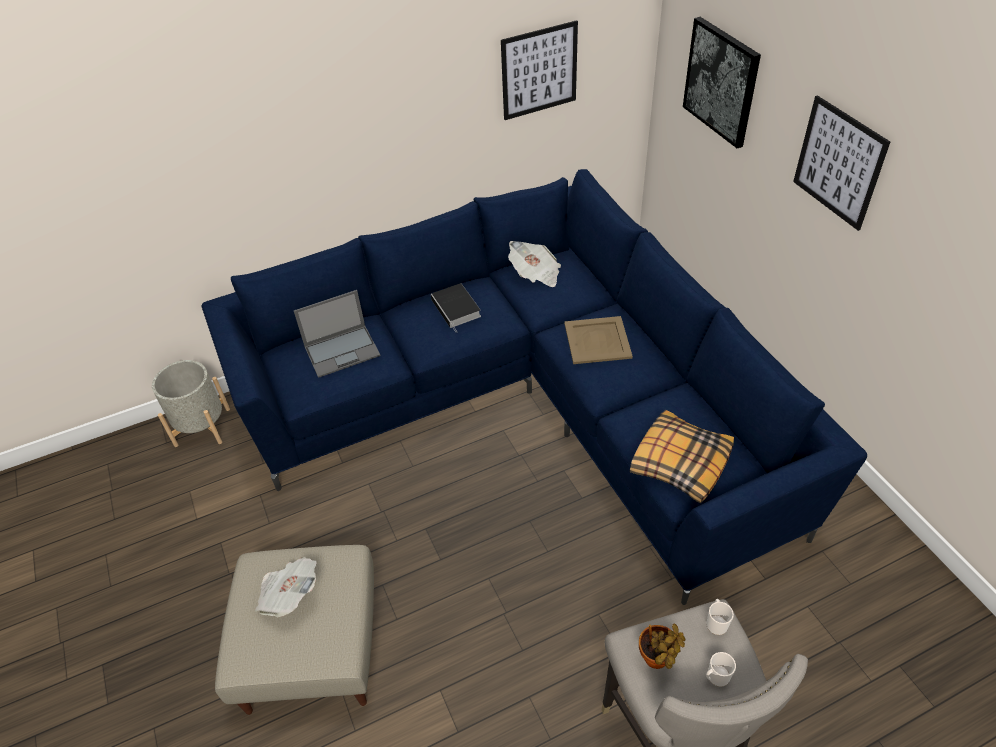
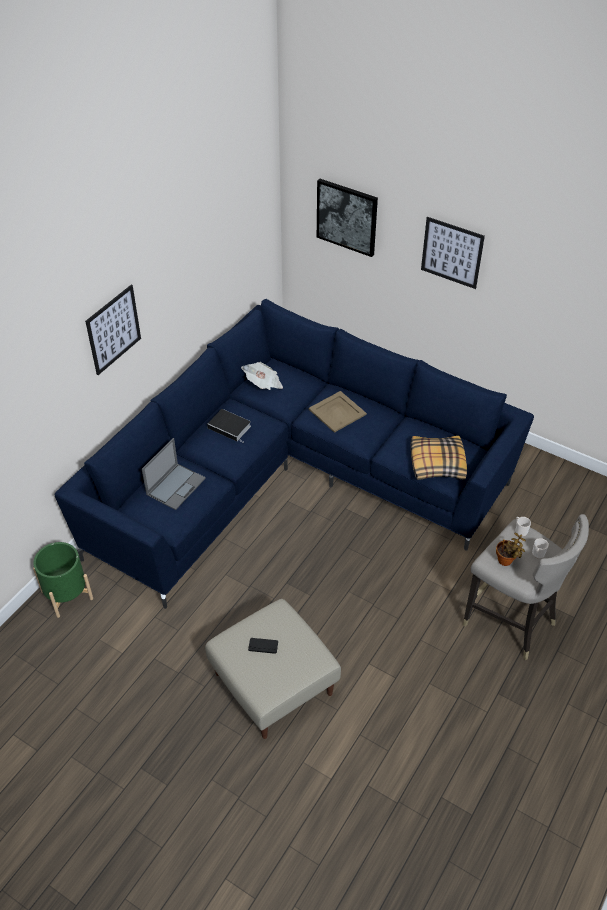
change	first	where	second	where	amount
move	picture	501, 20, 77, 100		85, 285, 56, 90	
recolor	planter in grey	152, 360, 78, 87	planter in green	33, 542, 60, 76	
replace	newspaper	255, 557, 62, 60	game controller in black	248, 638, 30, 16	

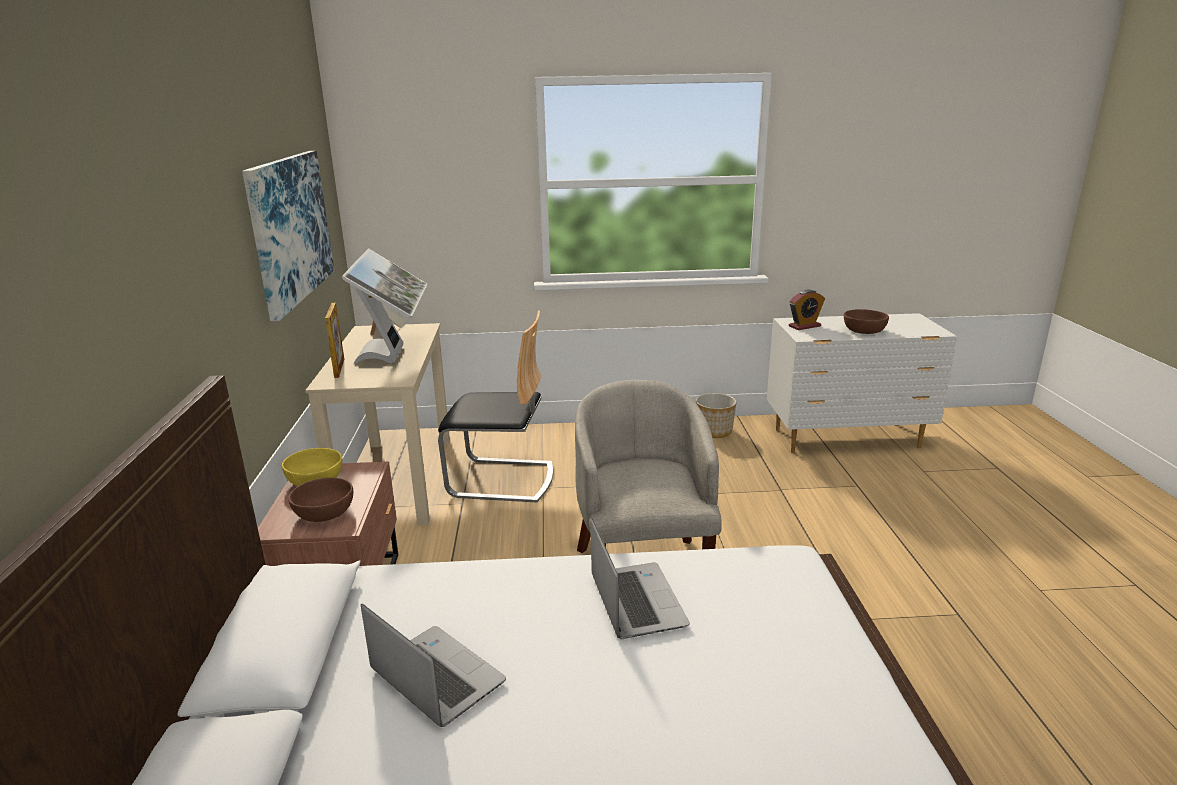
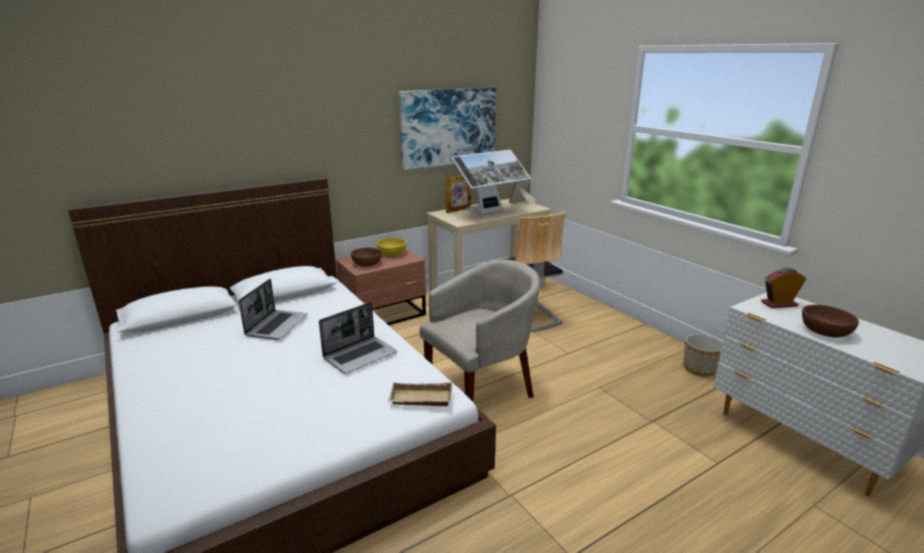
change	first	where	second	where	amount
rotate	alarm clock	789, 290, 36, 40		761, 268, 45, 40	135 degrees clockwise
insert			tray in beige	388, 382, 65, 24	

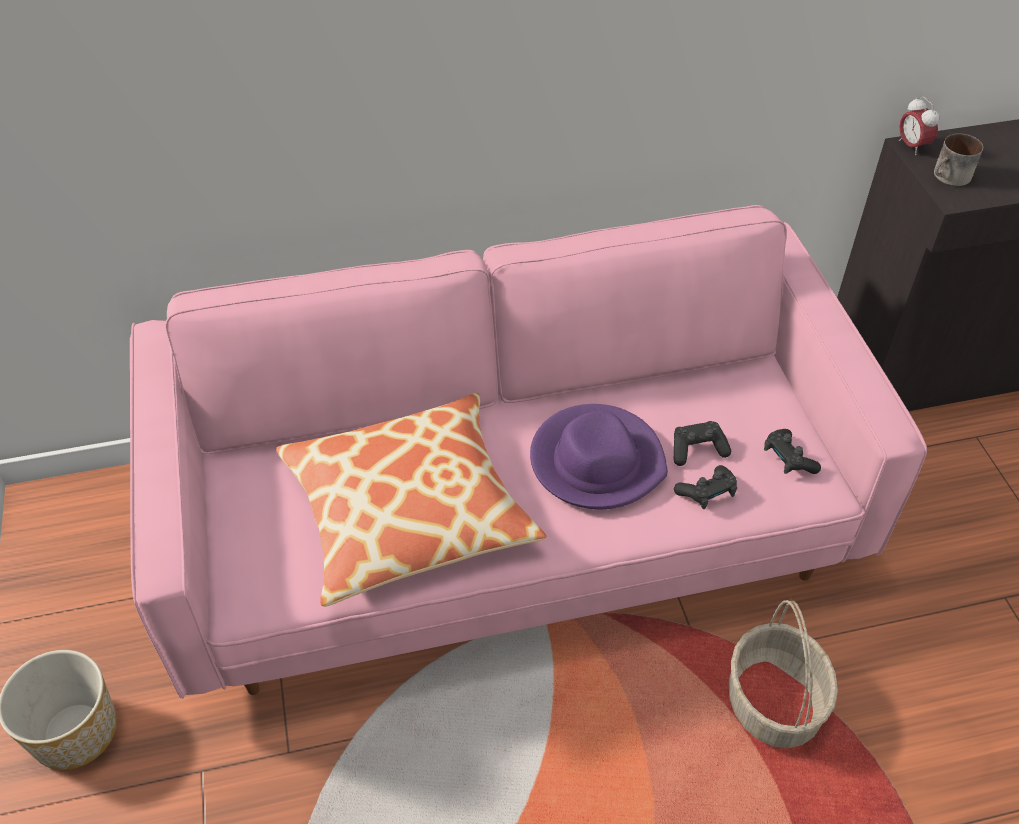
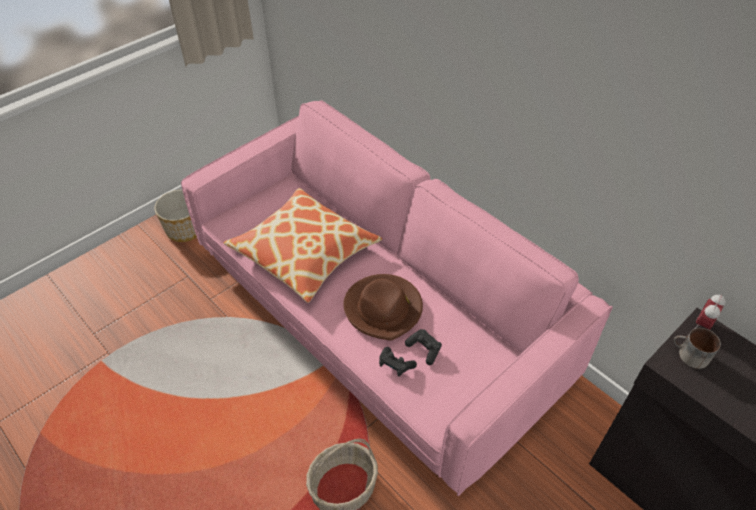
change	first	where	second	where	amount
recolor	hat in purple	530, 404, 138, 105	hat in brown	343, 274, 80, 66	
delete	game controller in black	764, 429, 57, 45			

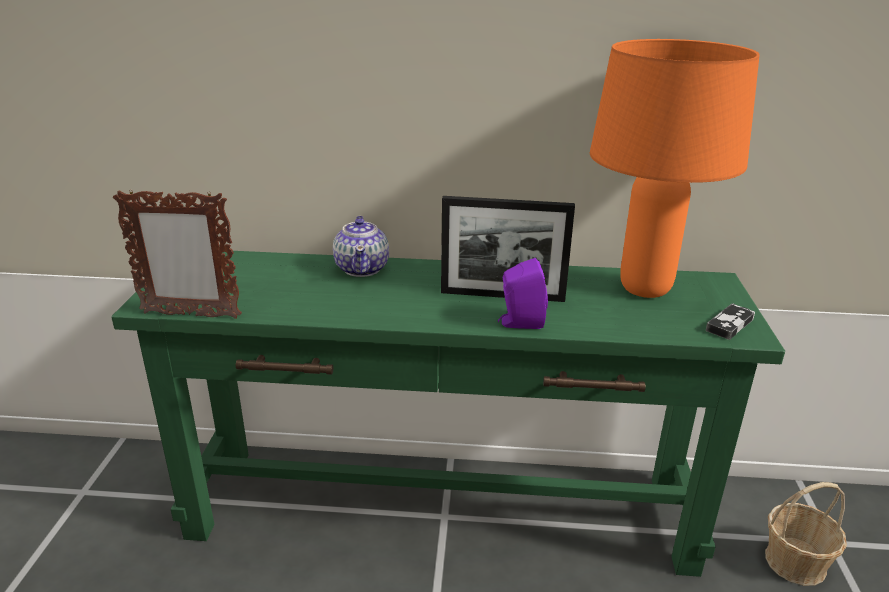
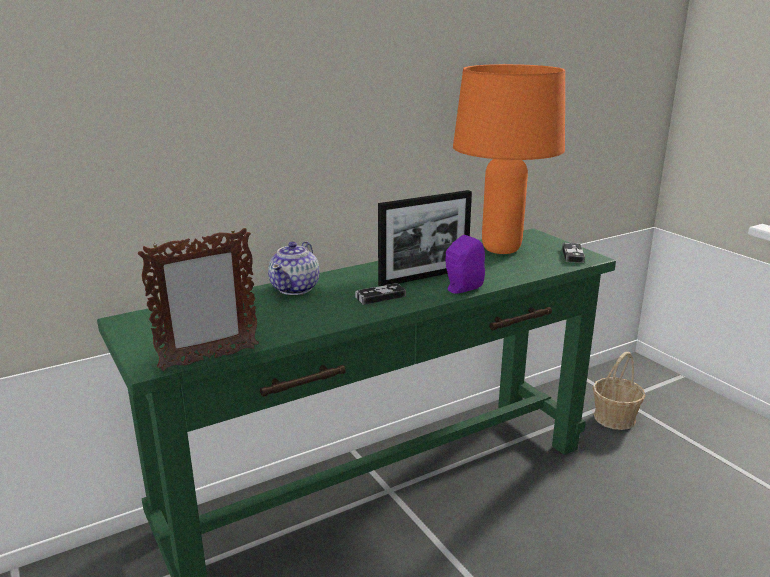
change	first	where	second	where	amount
rotate	teapot	333, 216, 56, 61		268, 241, 51, 54	60 degrees clockwise
insert			game controller	355, 283, 51, 22	

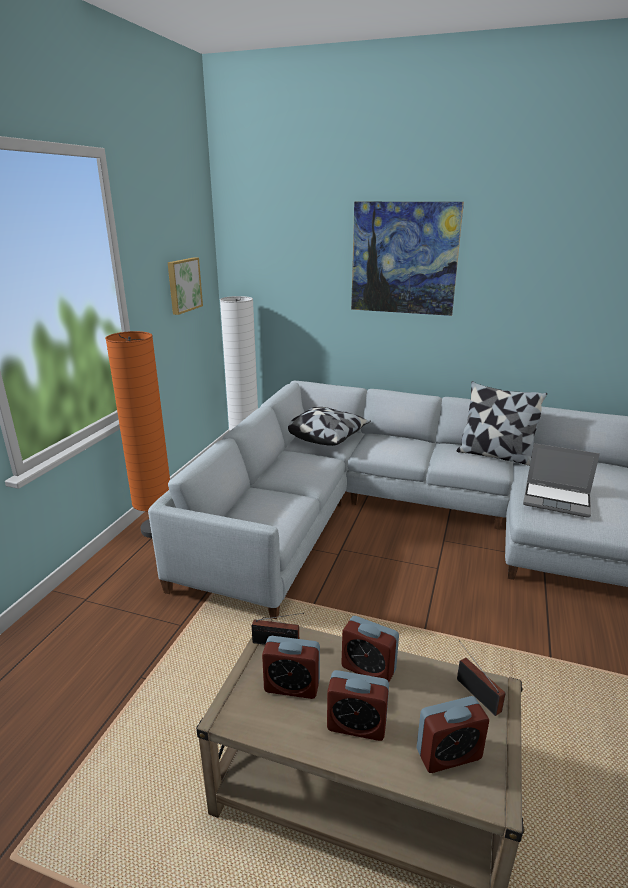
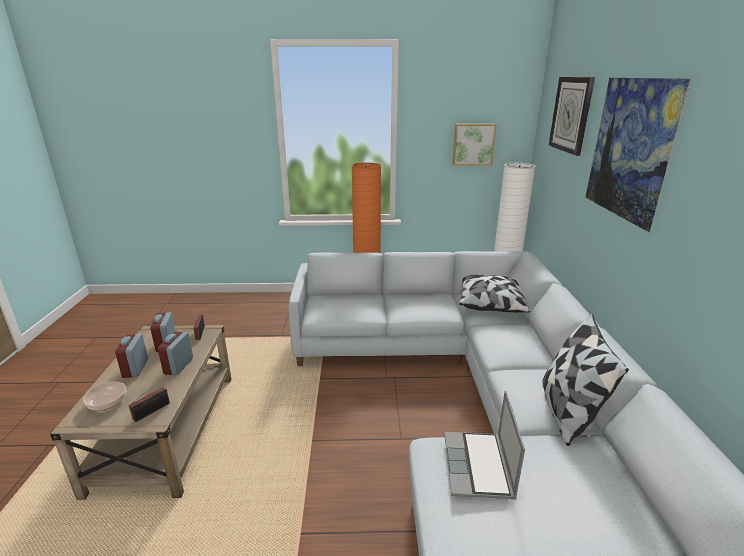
change	first	where	second	where	amount
replace	alarm clock	417, 696, 72, 77	bowl	83, 382, 43, 29	
insert			wall clock	549, 77, 46, 79	

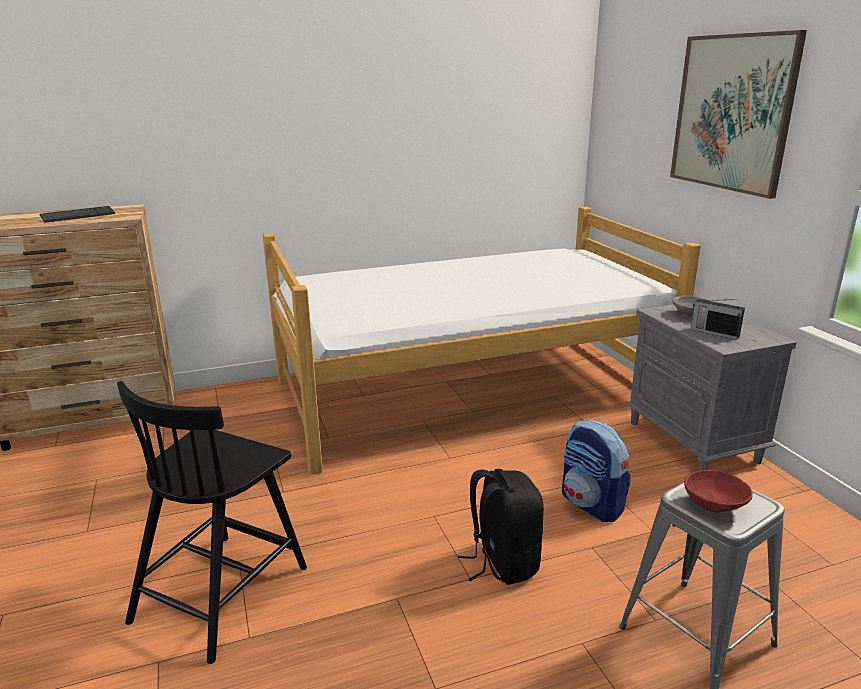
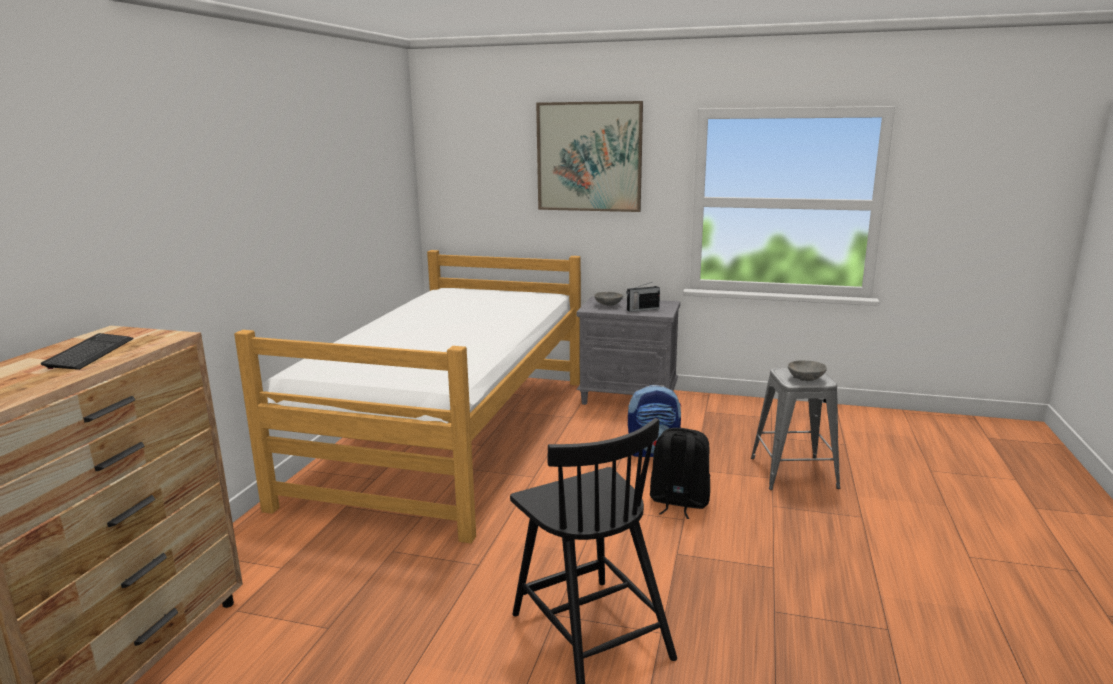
change	first	where	second	where	amount
recolor	bowl in red	684, 470, 69, 43	bowl in grey	788, 360, 39, 21	

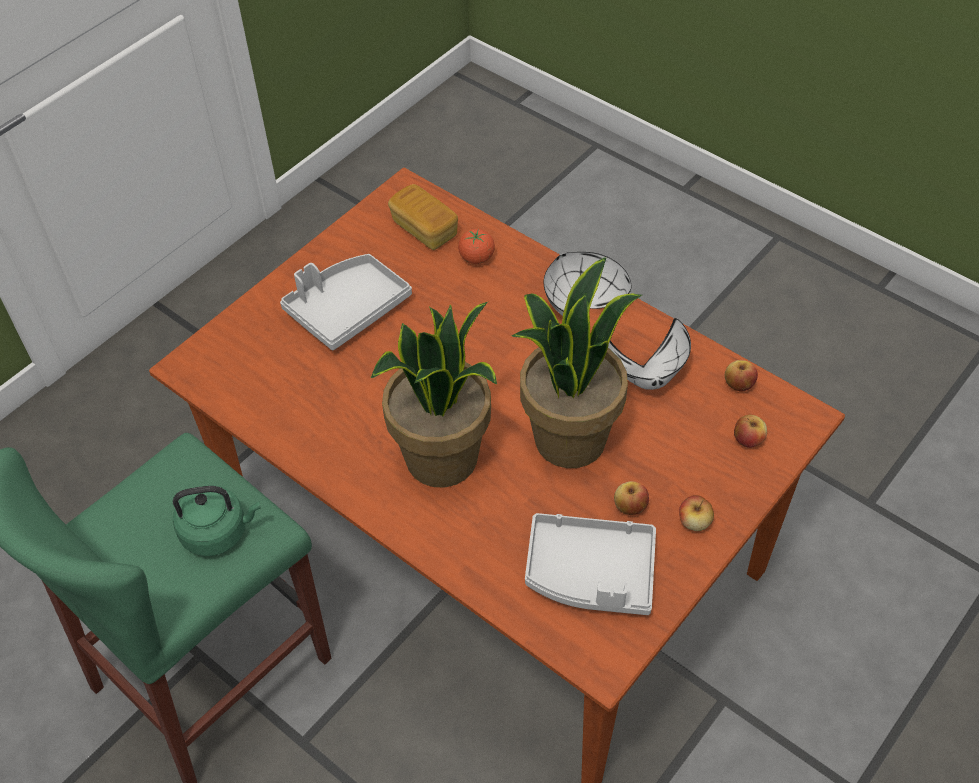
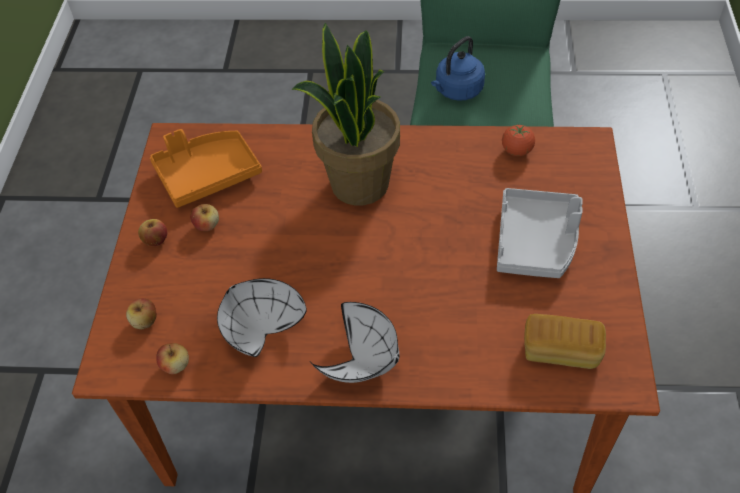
change	first	where	second	where	amount
move	tomato	458, 229, 37, 35		502, 125, 33, 31	
delete	potted plant	512, 257, 130, 211			
recolor	kettle in green	173, 485, 88, 71	kettle in blue	431, 36, 54, 65	
recolor	tray in grey	525, 513, 131, 102	tray in orange	150, 129, 112, 79	

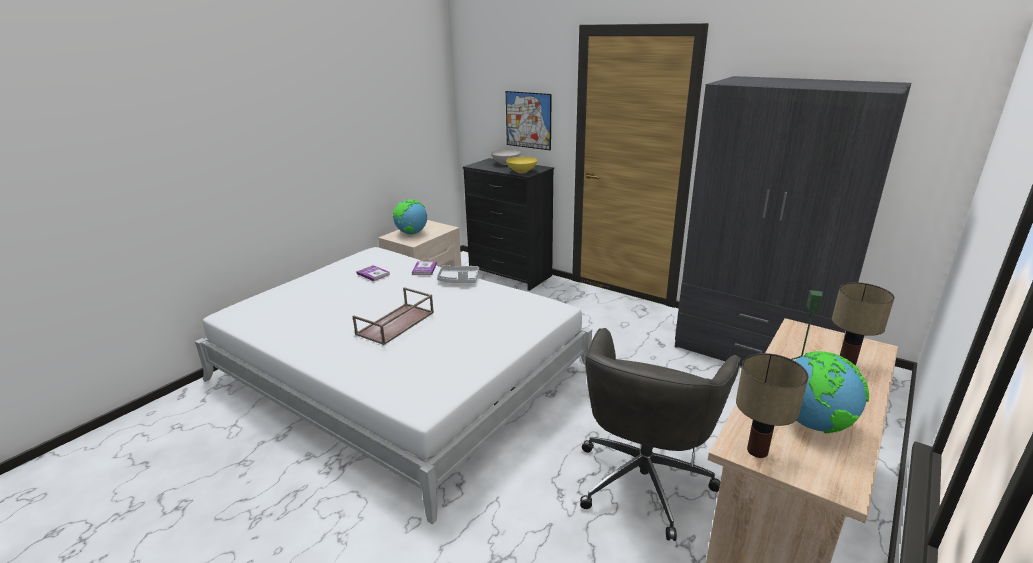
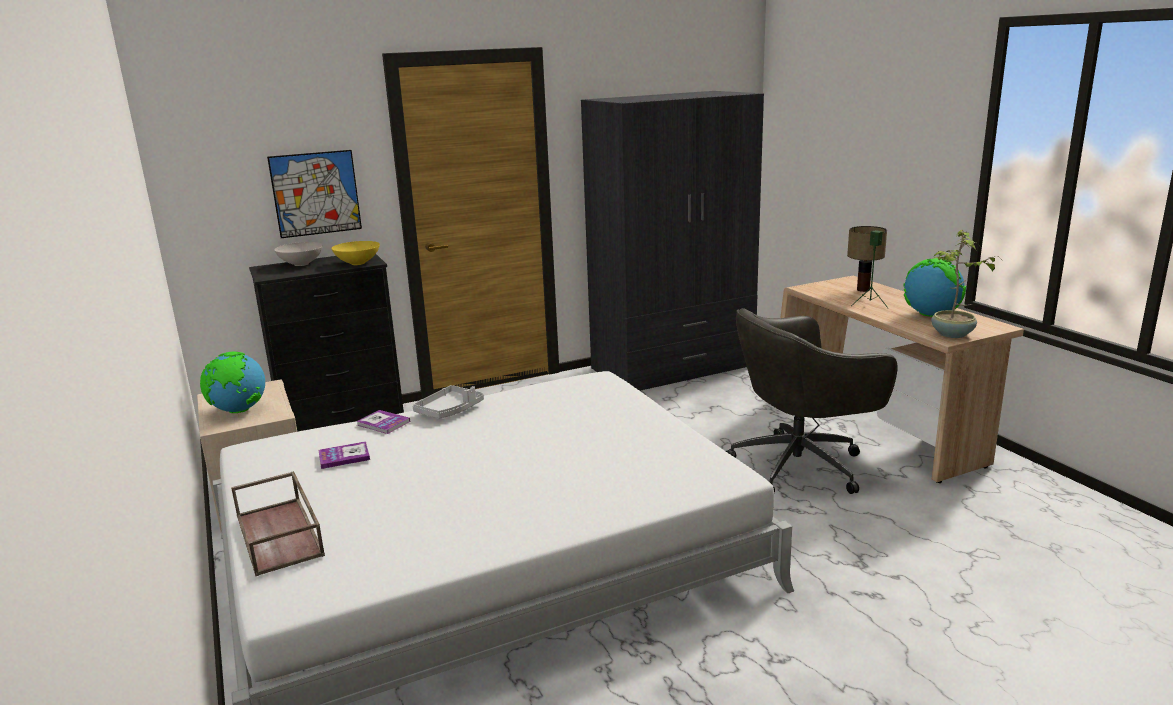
change	first	where	second	where	amount
move	tray in brown	353, 287, 81, 58		231, 471, 94, 105	
rotate	office chair in grey	580, 328, 161, 213		726, 308, 172, 186	105 degrees clockwise
replace	table lamp	736, 353, 72, 105	potted plant	931, 230, 71, 108	

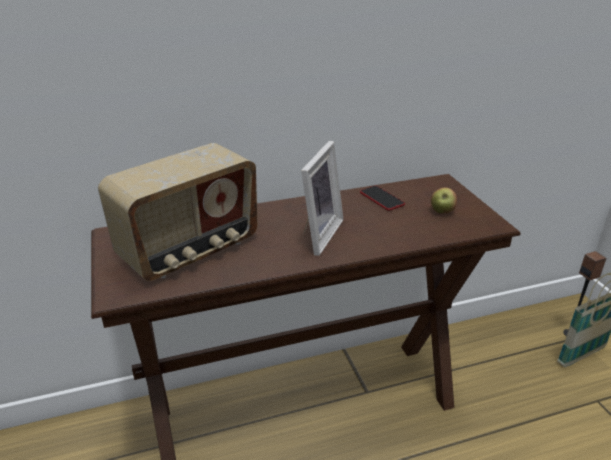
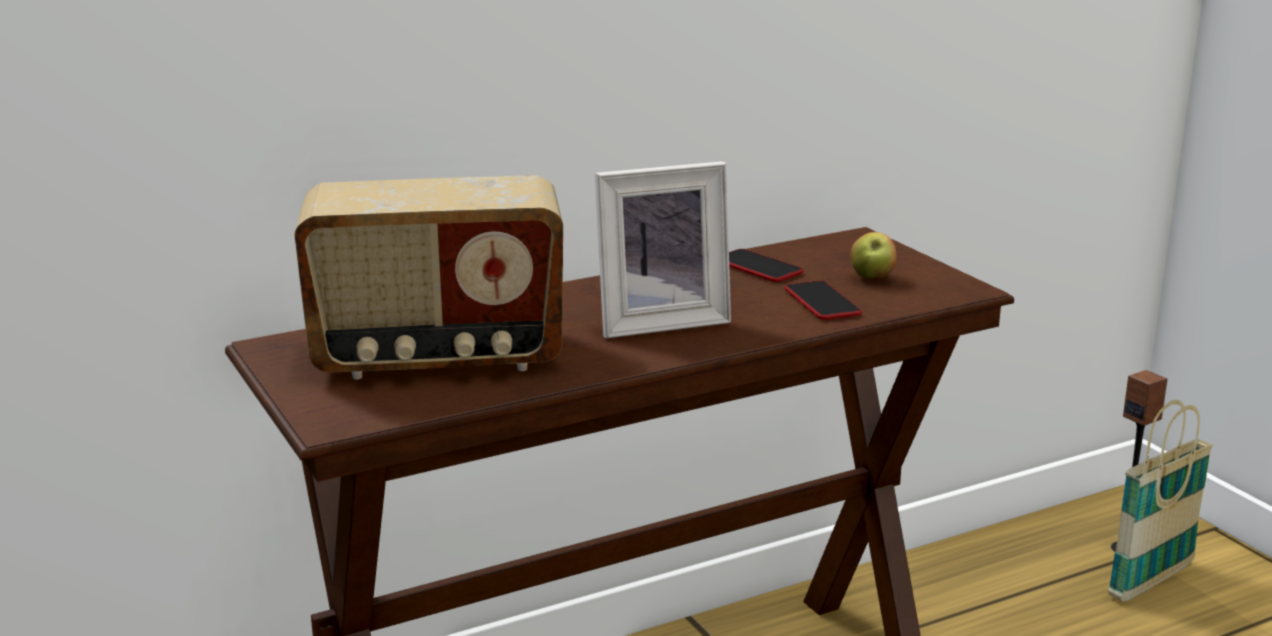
change	first	where	second	where	amount
rotate	picture frame	301, 141, 43, 115		595, 161, 136, 178	60 degrees clockwise
rotate	radio	98, 143, 160, 138		295, 175, 268, 204	45 degrees clockwise
insert			phone	785, 281, 77, 39	

